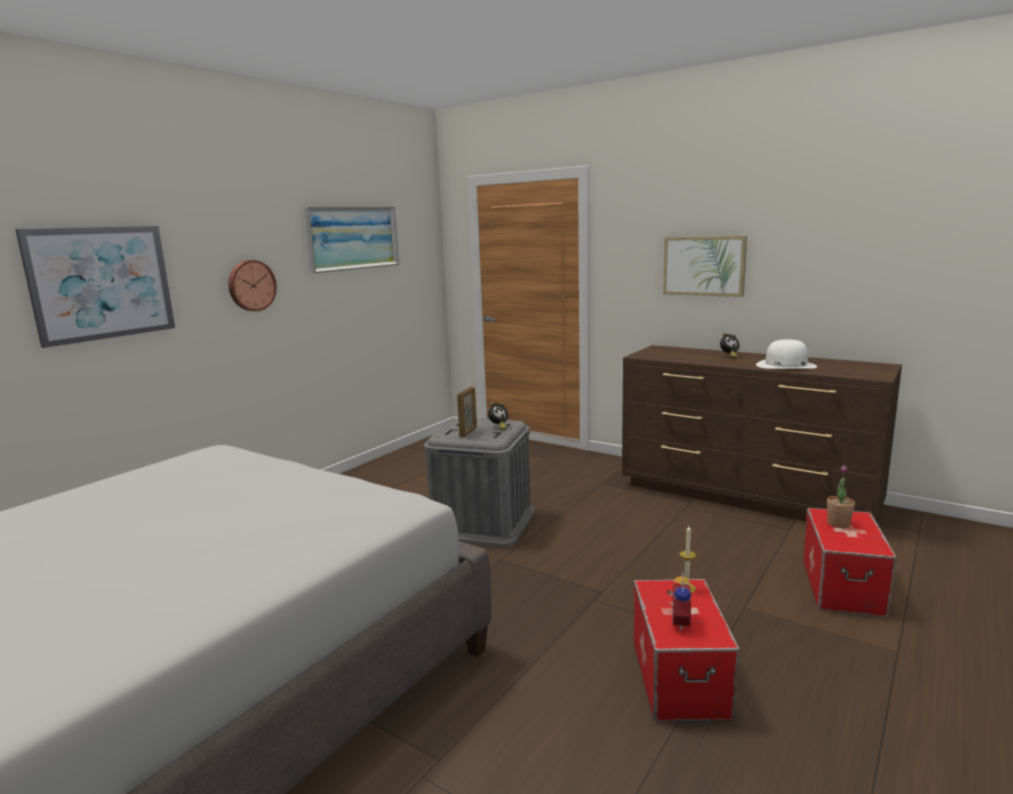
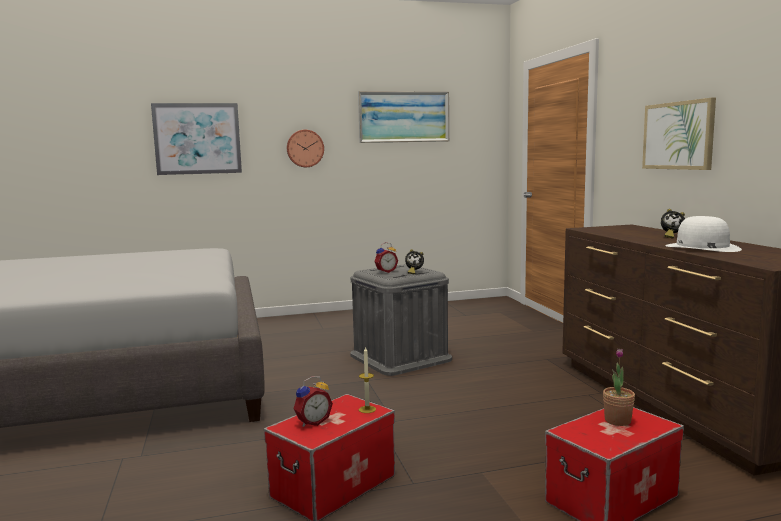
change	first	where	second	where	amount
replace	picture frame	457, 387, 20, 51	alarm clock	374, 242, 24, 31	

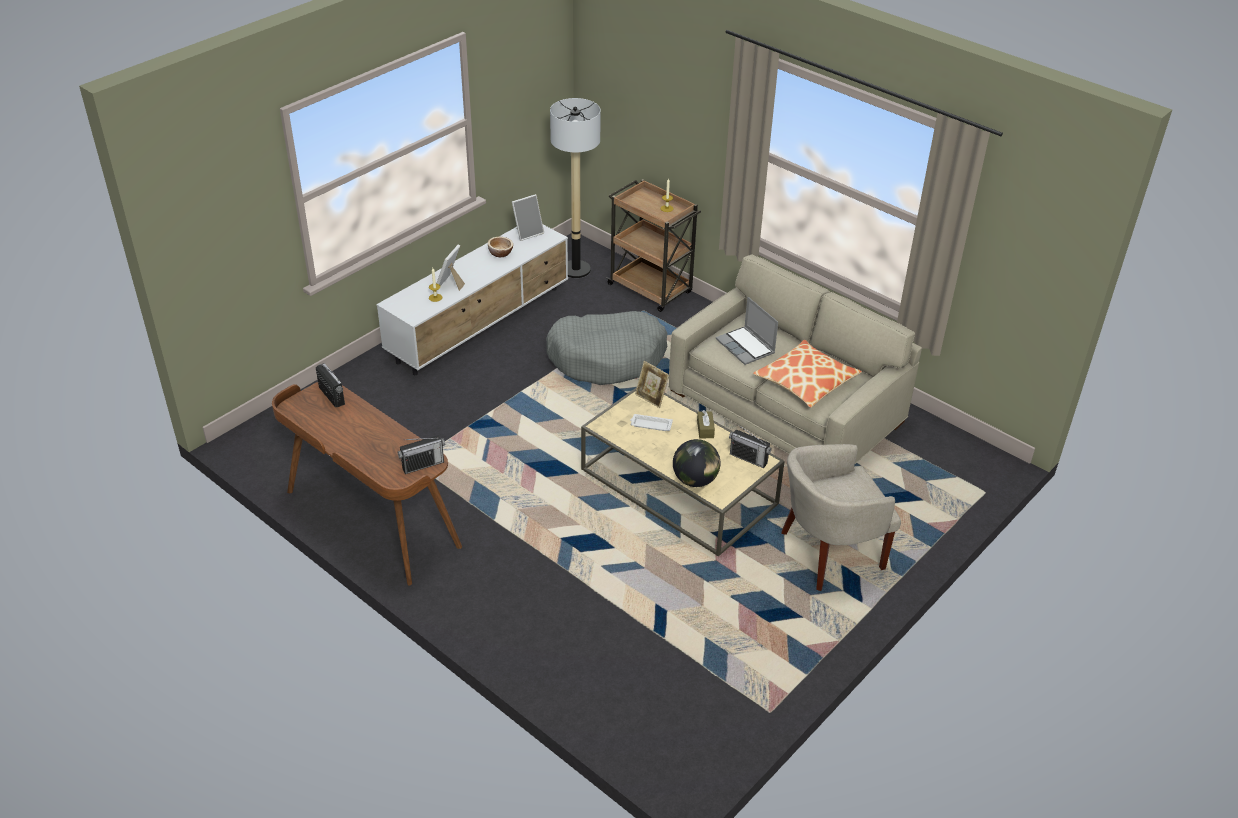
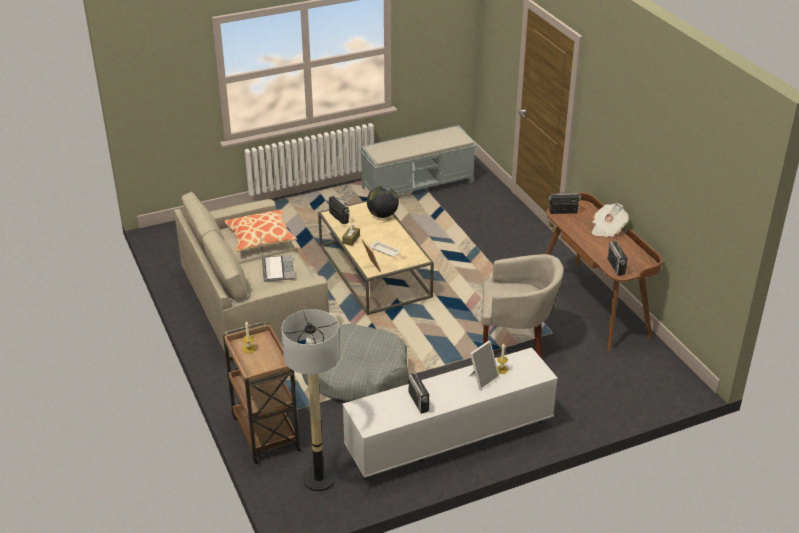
change	first	where	second	where	amount
delete	picture frame	512, 194, 32, 47			
replace	bowl	488, 237, 25, 20	radio	408, 368, 21, 46	
move	armchair in beige	781, 444, 120, 147		481, 254, 83, 105	
insert			bench in grey	360, 125, 116, 70	
insert			newspaper	592, 203, 37, 34	

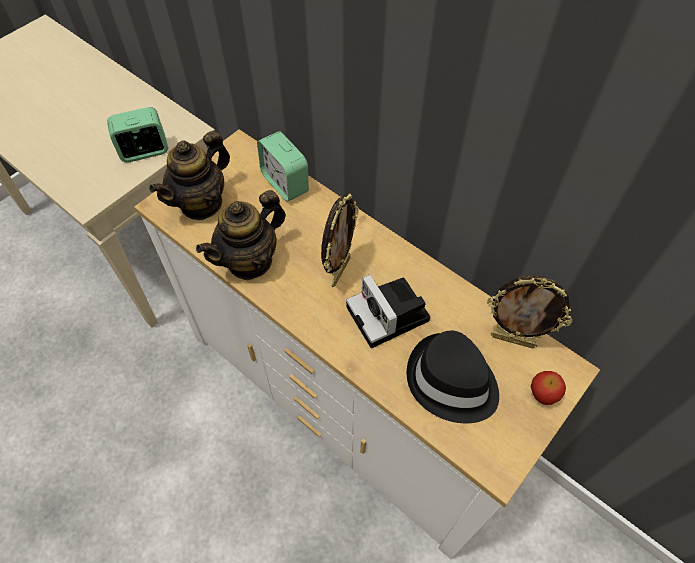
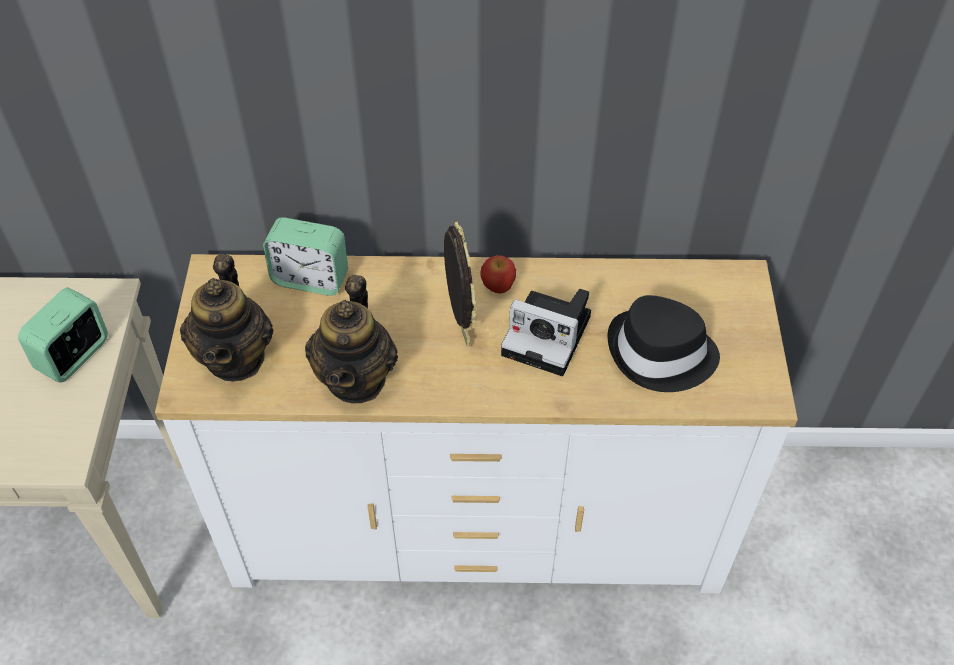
change	first	where	second	where	amount
delete	picture frame	487, 275, 86, 73			
move	apple	531, 371, 35, 34		480, 255, 36, 38	

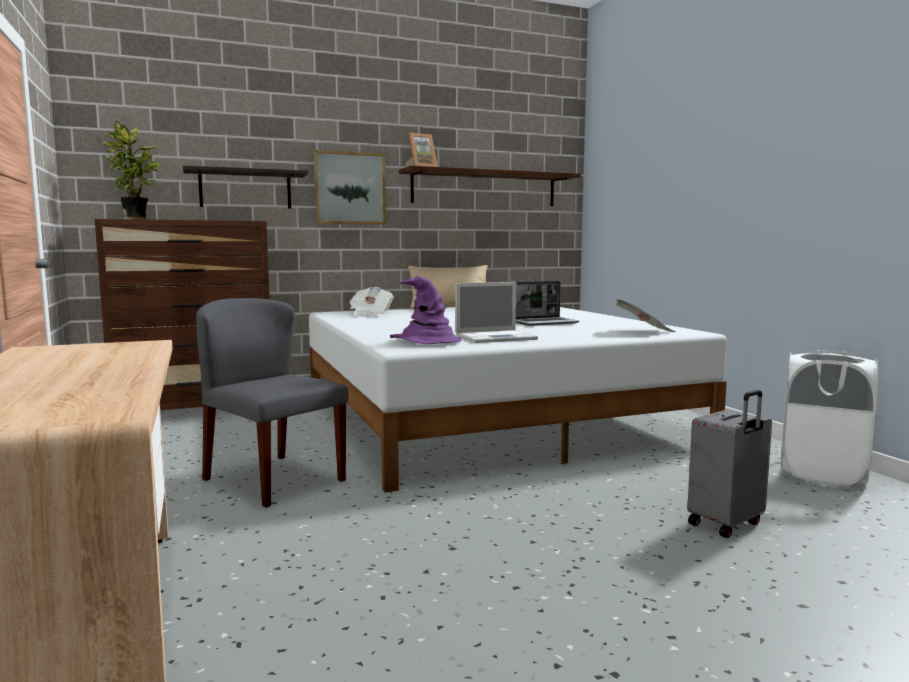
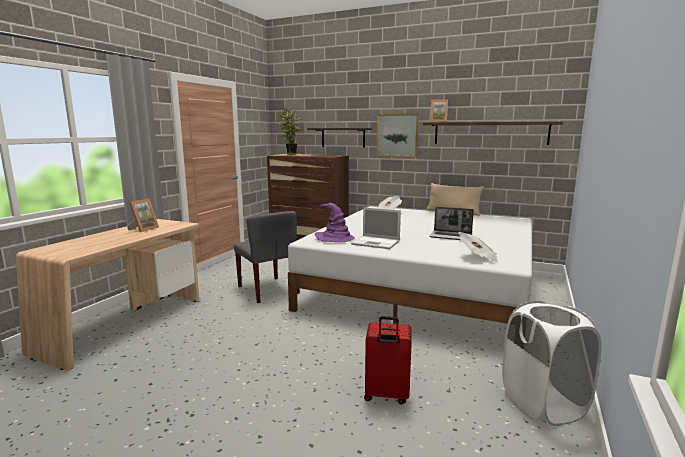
change	first	where	second	where	amount
rotate	chair in grey	196, 298, 152, 210		234, 211, 66, 92	150 degrees clockwise
recolor	suitcase in grey	687, 390, 85, 148	suitcase in red	364, 316, 48, 89	
insert			picture frame	127, 199, 32, 33	

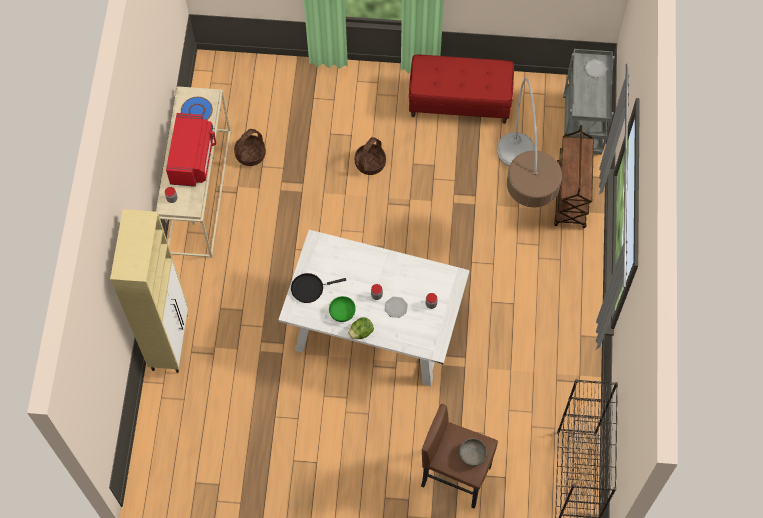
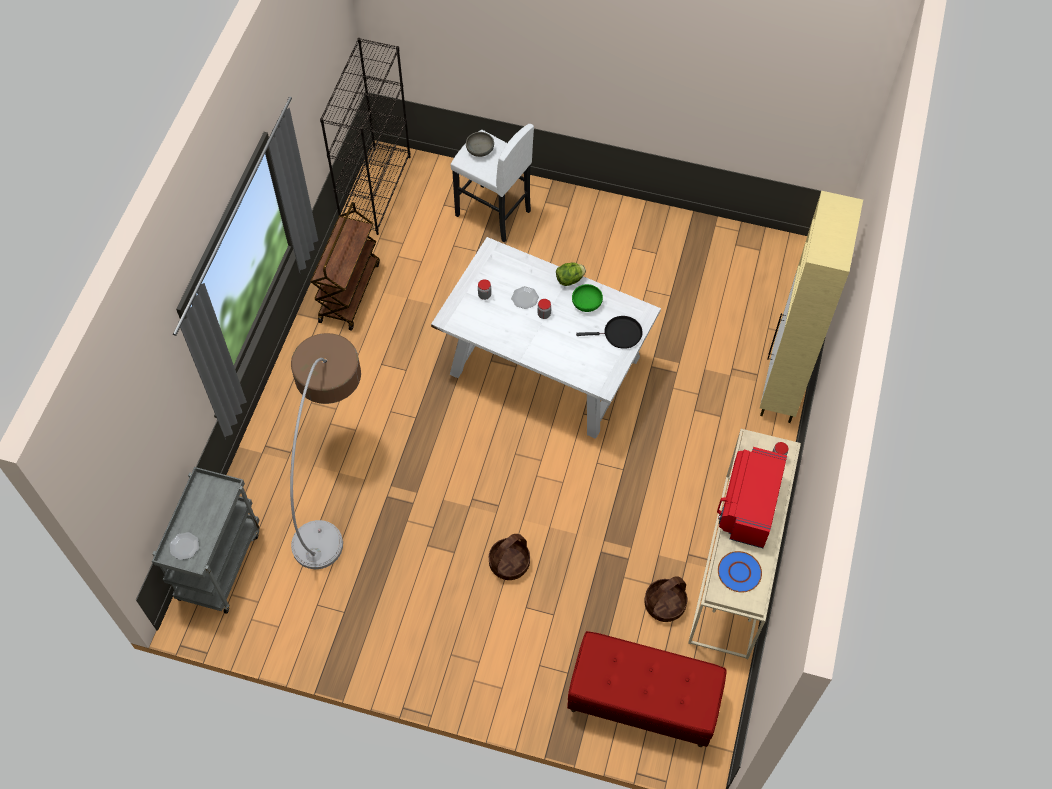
change	first	where	second	where	amount
move	bench in red	409, 55, 105, 69		567, 631, 160, 116	
move	cart in brown	554, 125, 40, 103		311, 202, 69, 129	
recolor	stool in brown	421, 404, 77, 105	stool in white	450, 124, 84, 119	

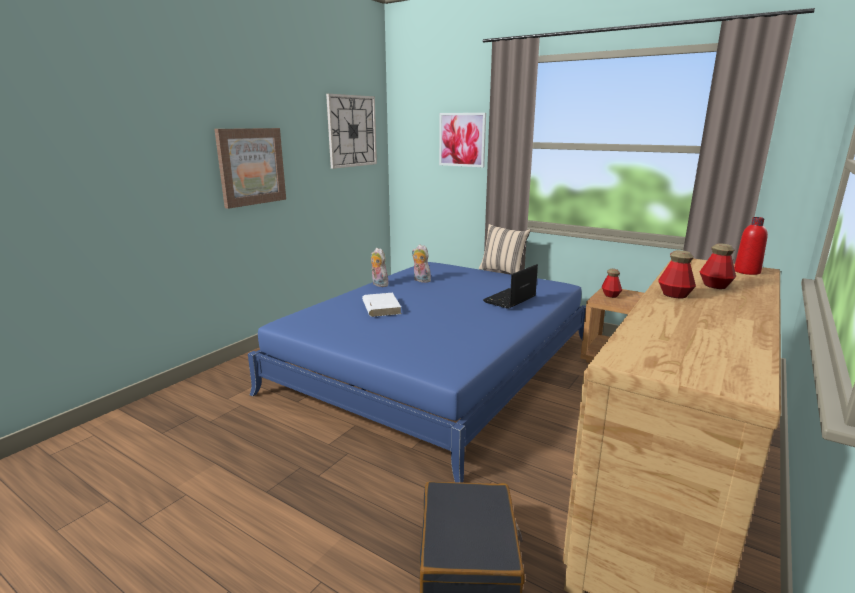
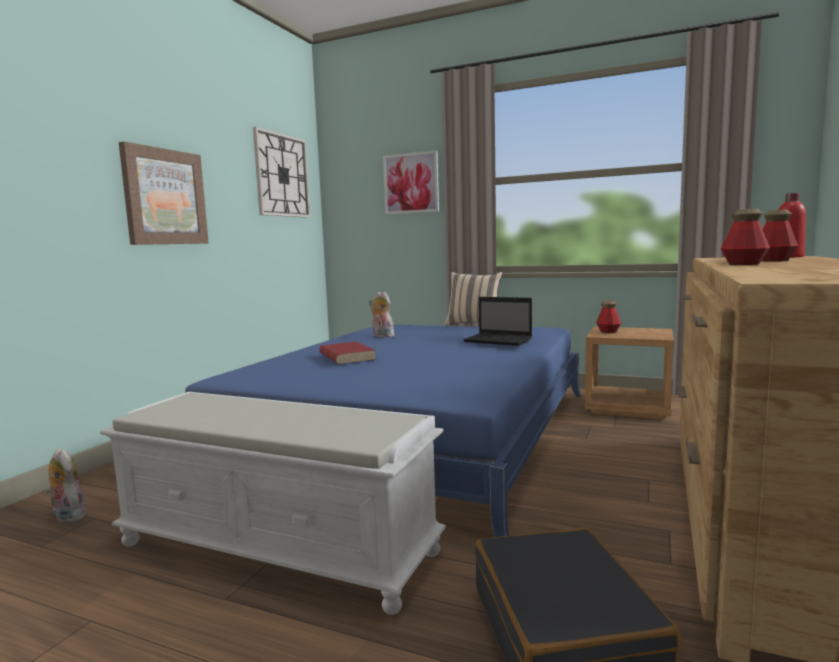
change	first	where	second	where	amount
move	plush toy	371, 248, 17, 39		45, 448, 42, 75	
rotate	laptop	483, 264, 55, 45		463, 297, 69, 49	90 degrees counterclockwise
recolor	book in white	362, 293, 39, 24	book in red	319, 341, 57, 23	
insert			bench in white	100, 392, 346, 223	

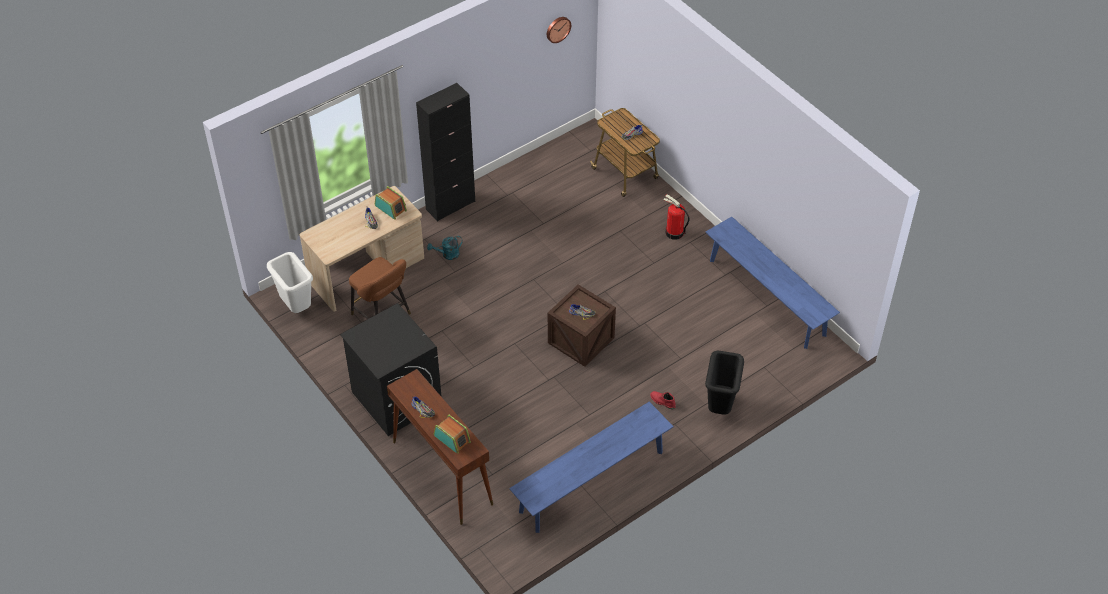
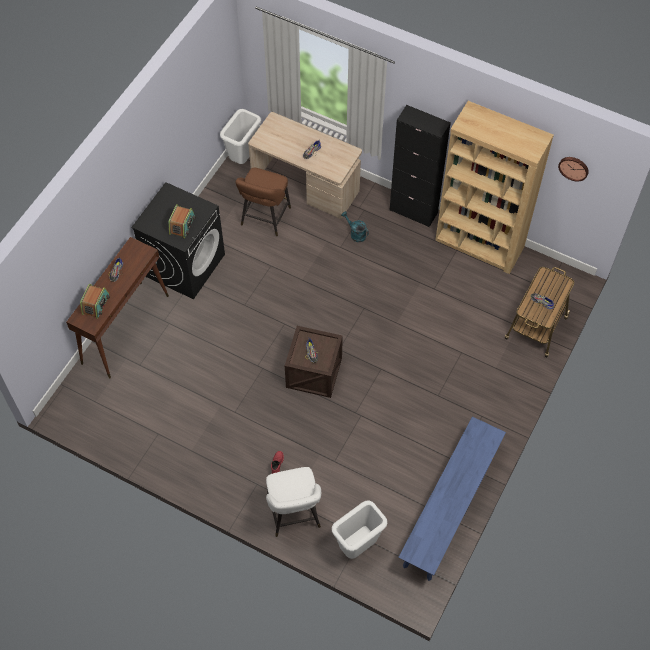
change	first	where	second	where	amount
move	radio	375, 186, 32, 34		169, 204, 27, 34	
delete	fire extinguisher	663, 195, 27, 45			
replace	trash can in black	705, 351, 39, 64	stool in white	266, 467, 55, 70	
delete	bench in blue	509, 402, 165, 131			
insert			bookcase in brown	435, 101, 119, 173	
insert			trash can in white	332, 500, 55, 59	

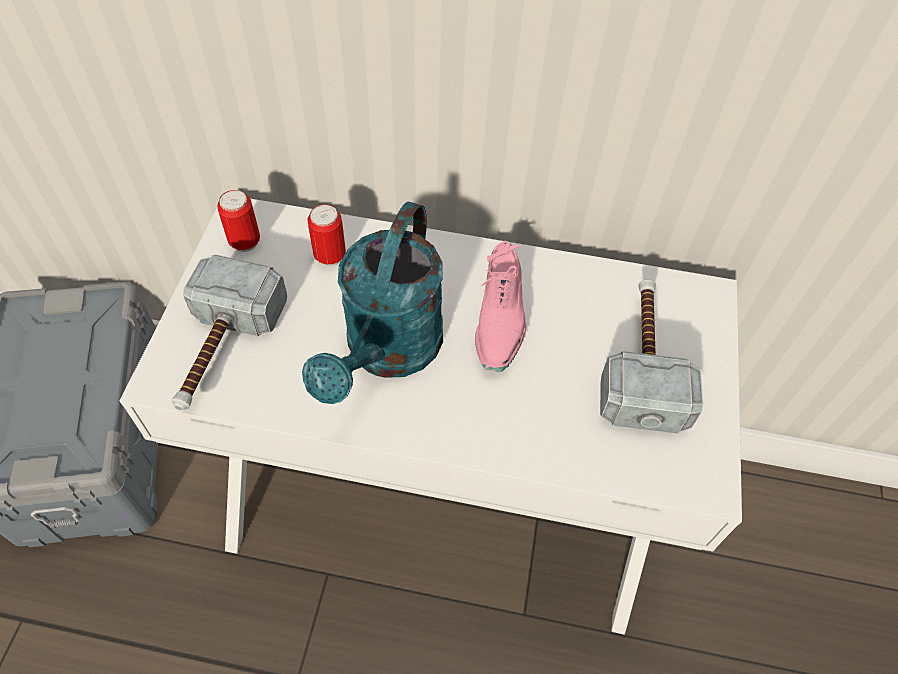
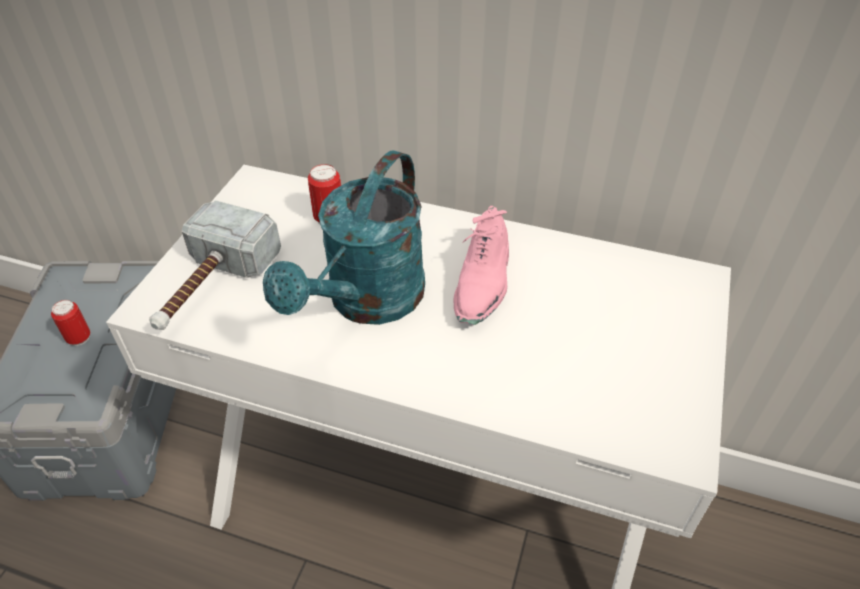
change	first	where	second	where	amount
move	can	217, 190, 43, 62		51, 300, 40, 46	
delete	hammer	600, 279, 103, 155			

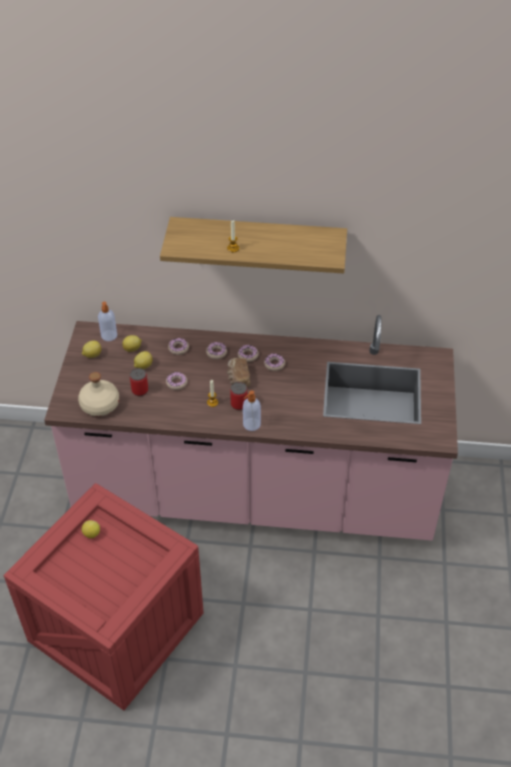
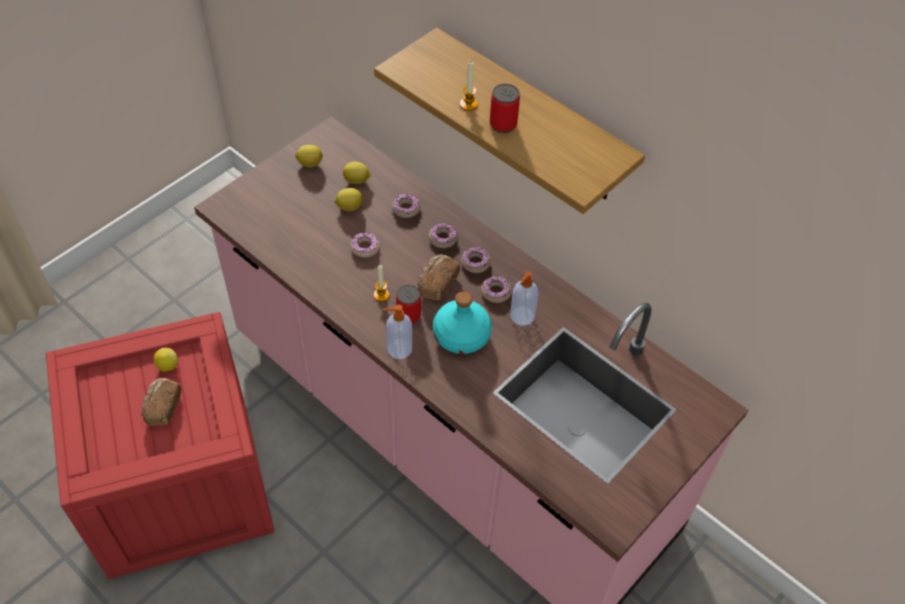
change	first	where	second	where	amount
move	soap dispenser	98, 302, 19, 39		510, 271, 28, 55	
move	can	130, 368, 18, 28		490, 84, 30, 49	
delete	bottle in beige	78, 372, 41, 44			
insert			bottle in turquoise	433, 292, 59, 62	
insert			bread	141, 378, 41, 48	

